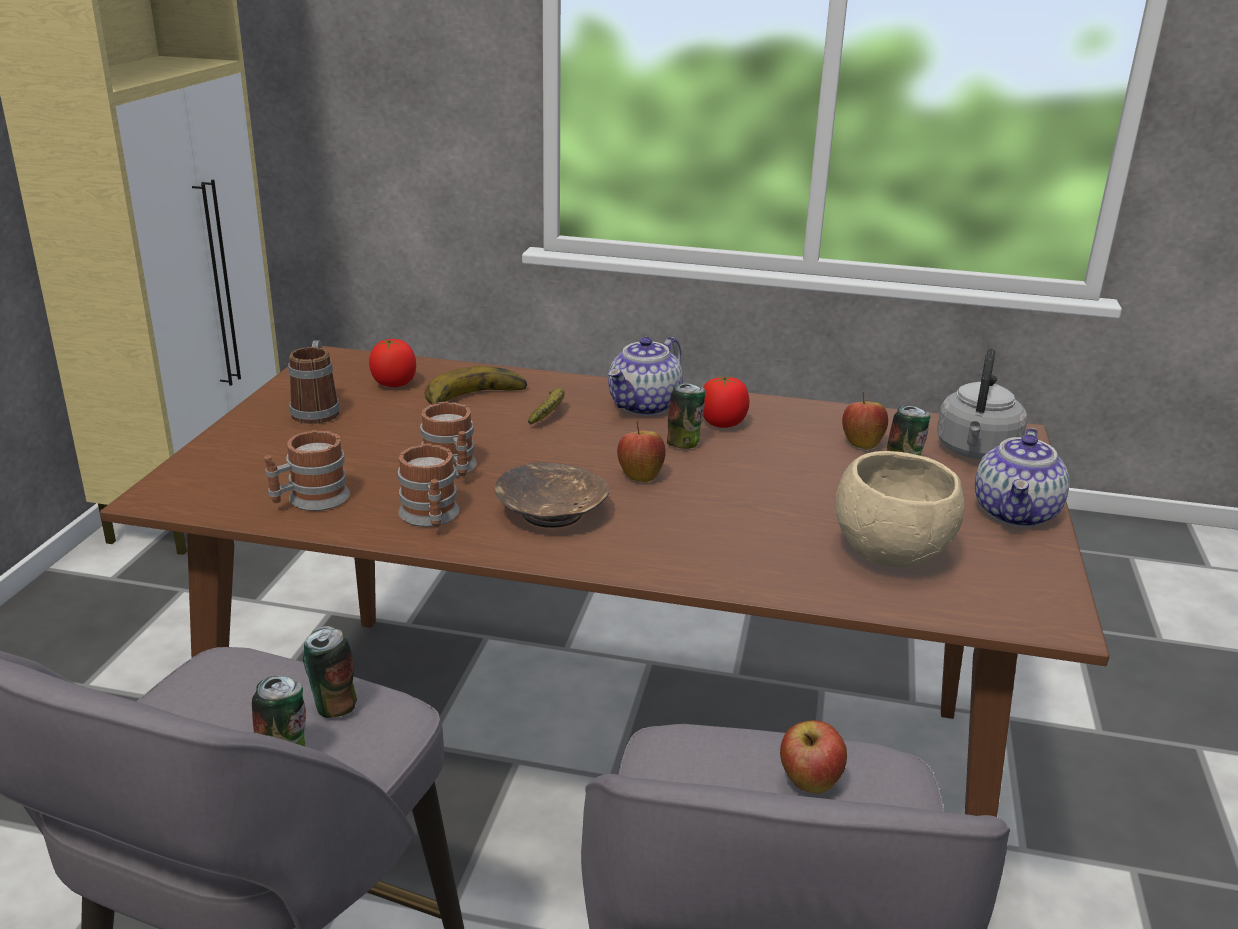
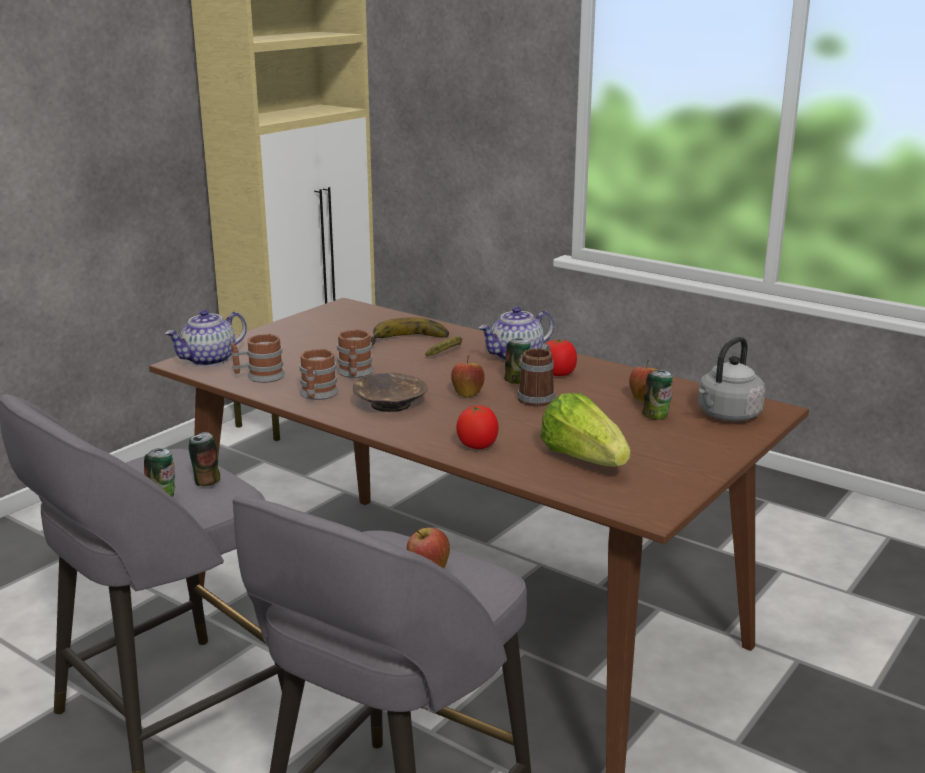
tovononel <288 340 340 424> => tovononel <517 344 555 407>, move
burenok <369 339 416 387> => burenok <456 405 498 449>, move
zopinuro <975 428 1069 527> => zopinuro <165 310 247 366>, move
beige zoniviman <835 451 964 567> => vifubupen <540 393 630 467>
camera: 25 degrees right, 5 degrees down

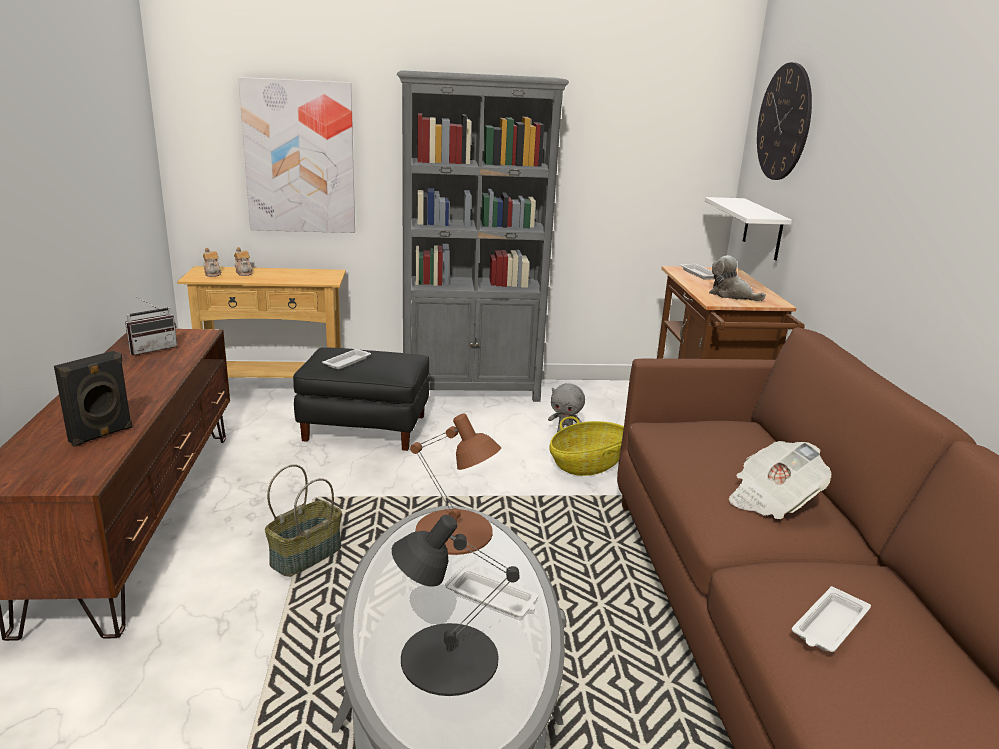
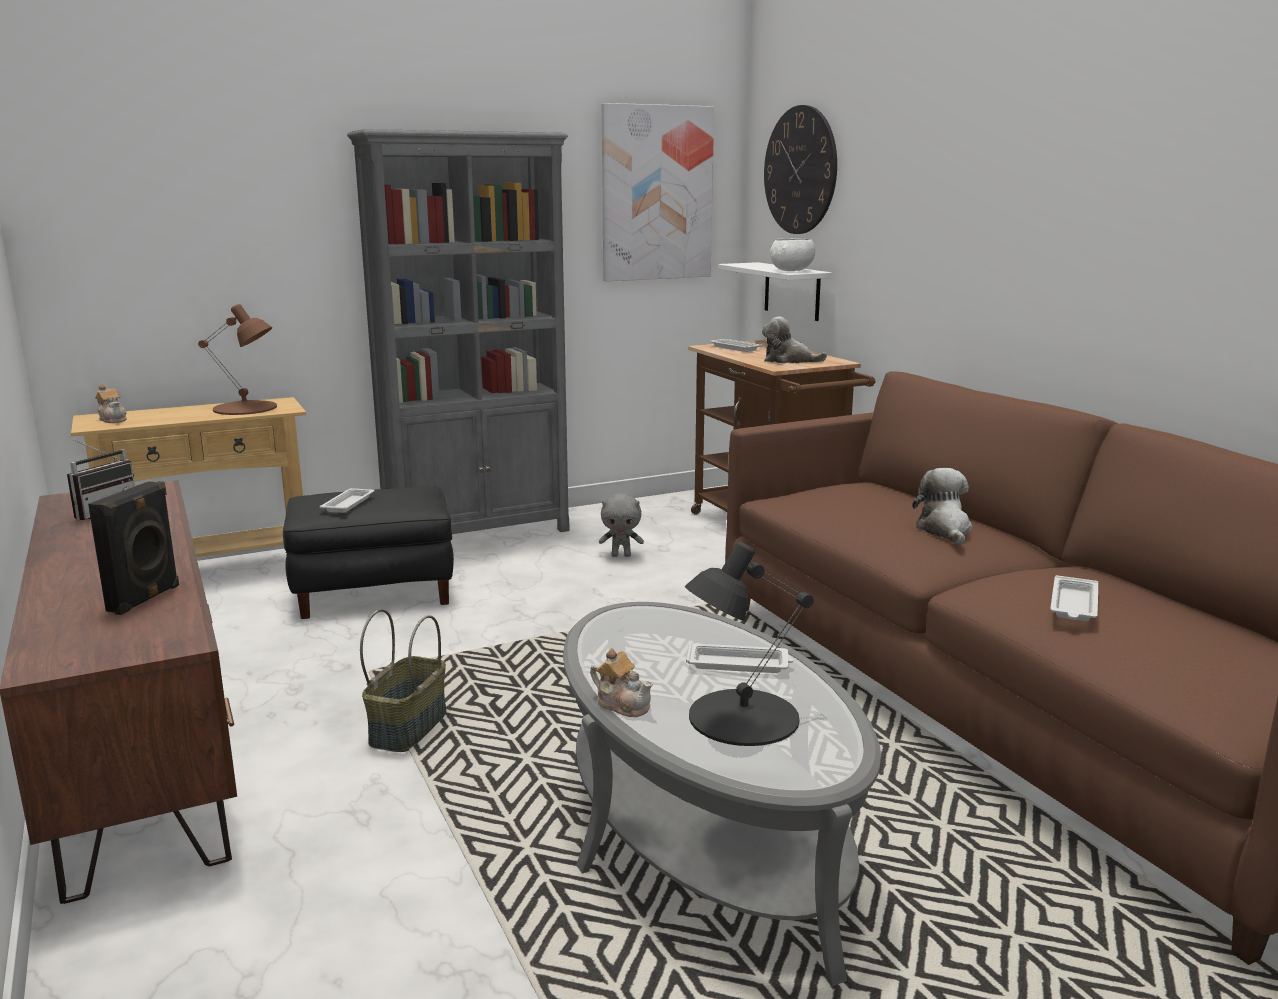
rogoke <549 416 624 476> => nothing
nothing => white zoniviman <770 238 815 271>
zopinuro <234 247 253 276> => zopinuro <590 648 653 717>, move
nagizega <238 77 355 233> => nagizega <602 103 714 281>, move
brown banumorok <410 413 501 555> => brown banumorok <198 304 277 415>, move
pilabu <729 441 831 519> => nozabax <912 468 972 545>
camera: 20 degrees left, 5 degrees down

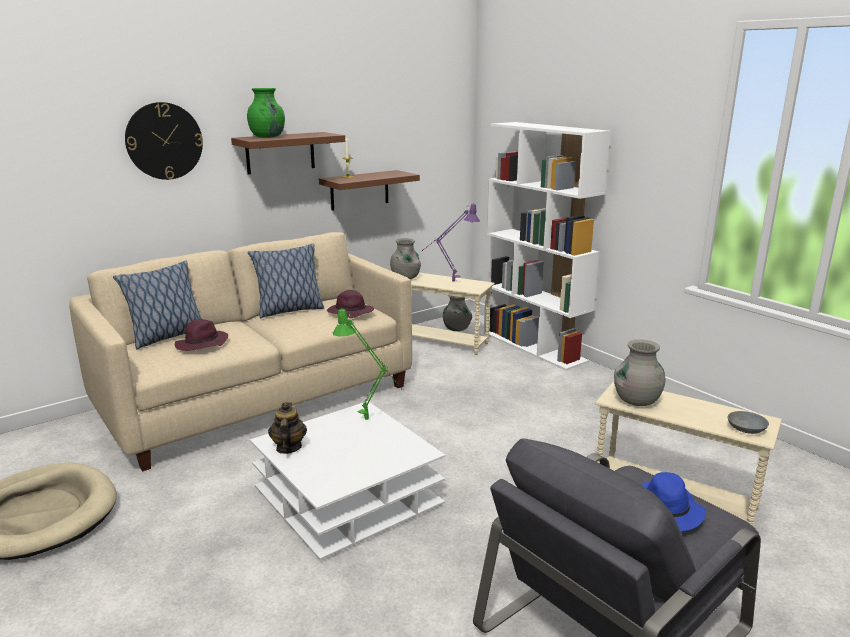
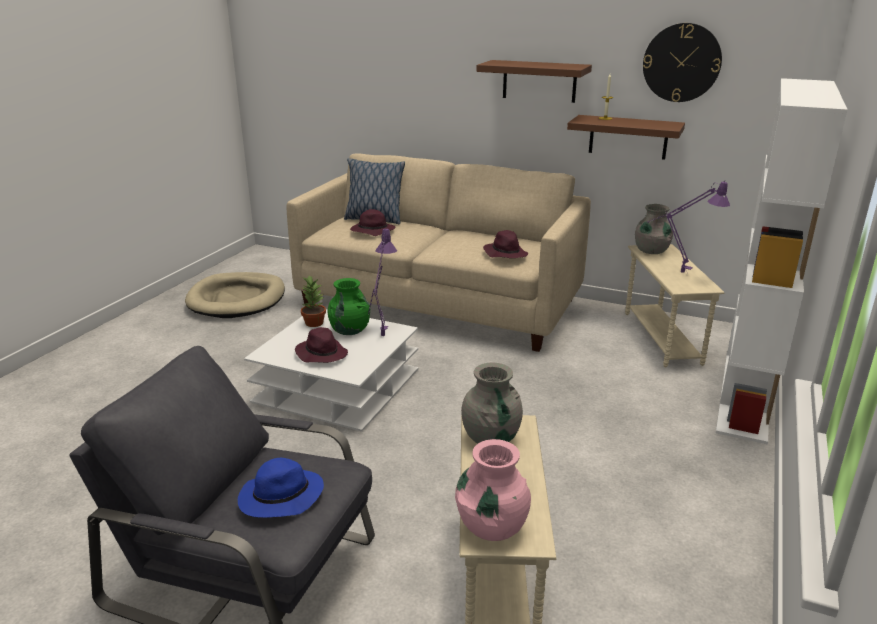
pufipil <248 244 324 318> => nothing
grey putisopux <443 295 472 331> => nothing
nothing => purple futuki <295 327 348 363>
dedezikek <125 102 203 180> => dedezikek <643 23 722 102>, move
green putisopux <247 88 285 138> => green putisopux <328 278 370 335>, move
zopinuro <268 402 307 454> => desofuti <301 275 326 327>
grey zoniviman <728 411 769 434> => pink putisopux <455 439 531 541>
green banumorok <333 308 404 420> => purple banumorok <368 229 397 336>
camera: 60 degrees right, 5 degrees up

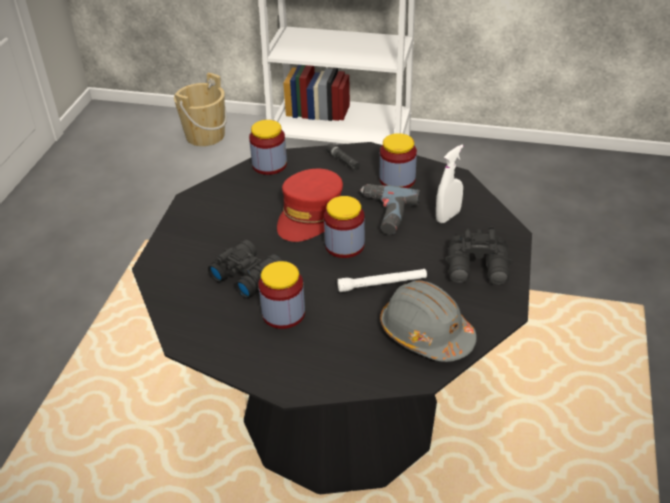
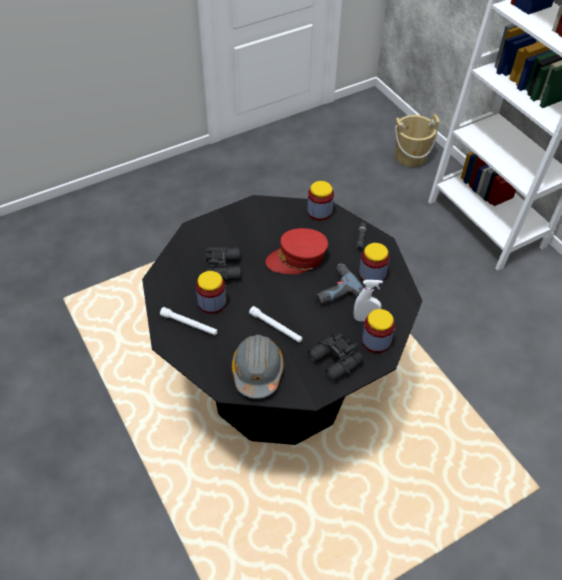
nothing => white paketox <160 307 218 336>
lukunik <324 196 365 258> => lukunik <362 309 395 353>, move
camera: 45 degrees right, 10 degrees up

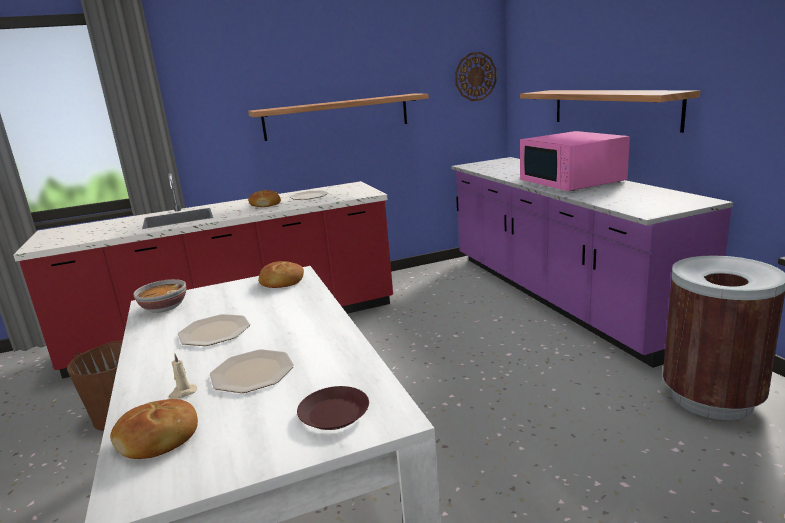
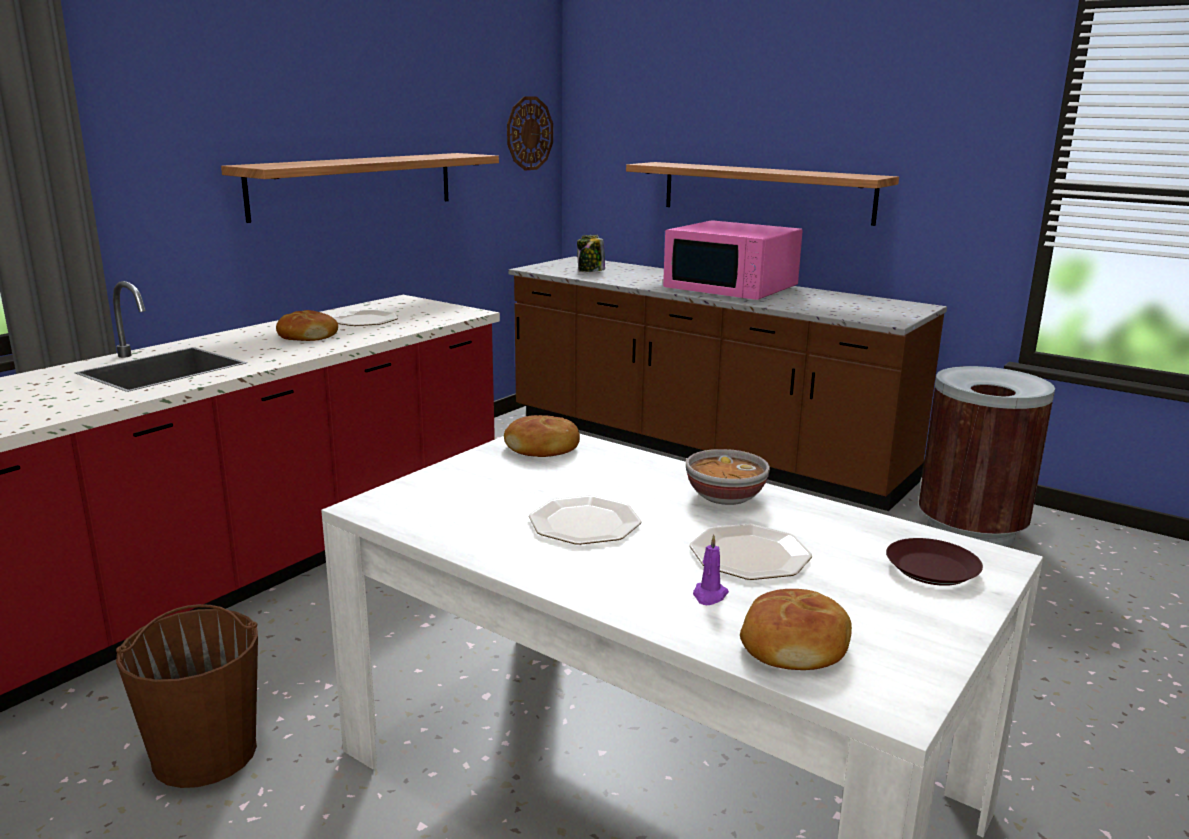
nothing => lukunik <577 235 605 272>
zoniviman <133 279 186 313> => zoniviman <686 449 770 505>, move
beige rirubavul <169 353 197 399> => purple rirubavul <693 534 729 605>
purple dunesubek <451 157 733 368> => brown dunesubek <508 256 947 511>
camera: 35 degrees left, 0 degrees up

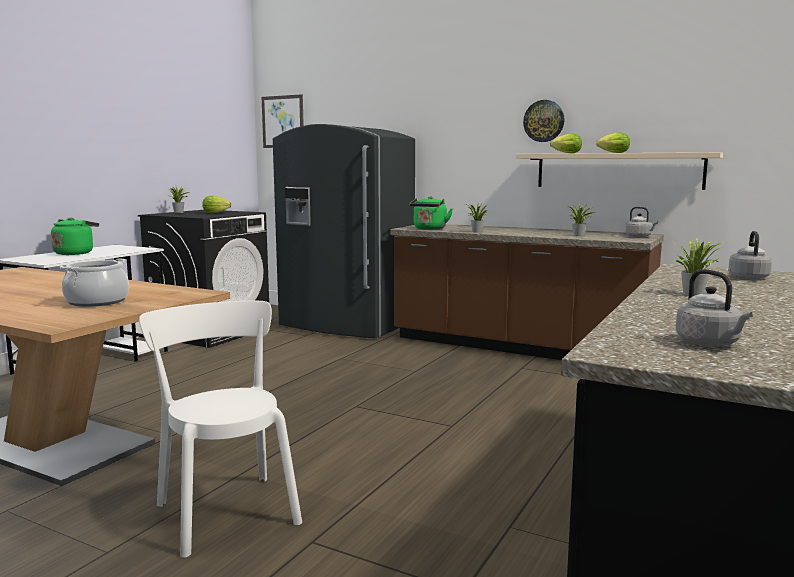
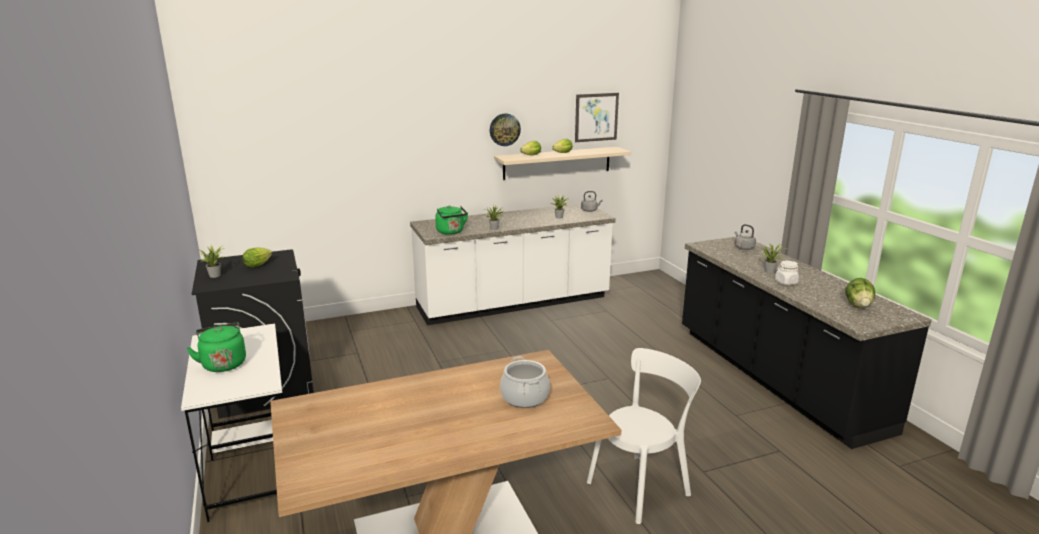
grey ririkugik <273 124 415 338> => nothing
nothing => white lukunik <775 261 799 285>
nagizega <262 94 304 148> => nagizega <575 93 619 142>, move
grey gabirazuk <676 269 753 346> => vifubupen <845 278 875 308>
brown dunesubek <391 224 664 360> => white dunesubek <410 204 616 325>
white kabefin <139 301 302 558> => white kabefin <587 348 701 524>, 135 degrees clockwise
camera: 50 degrees left, 10 degrees up

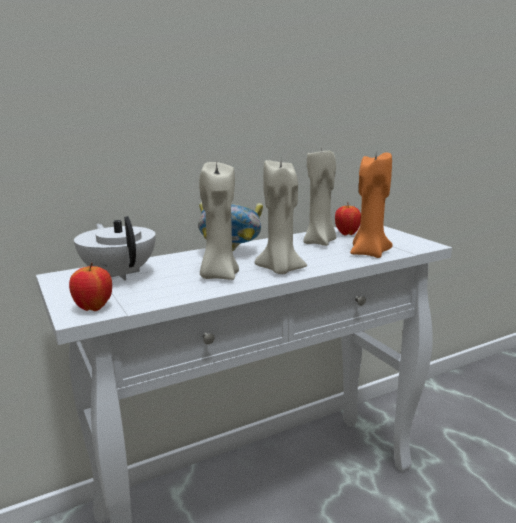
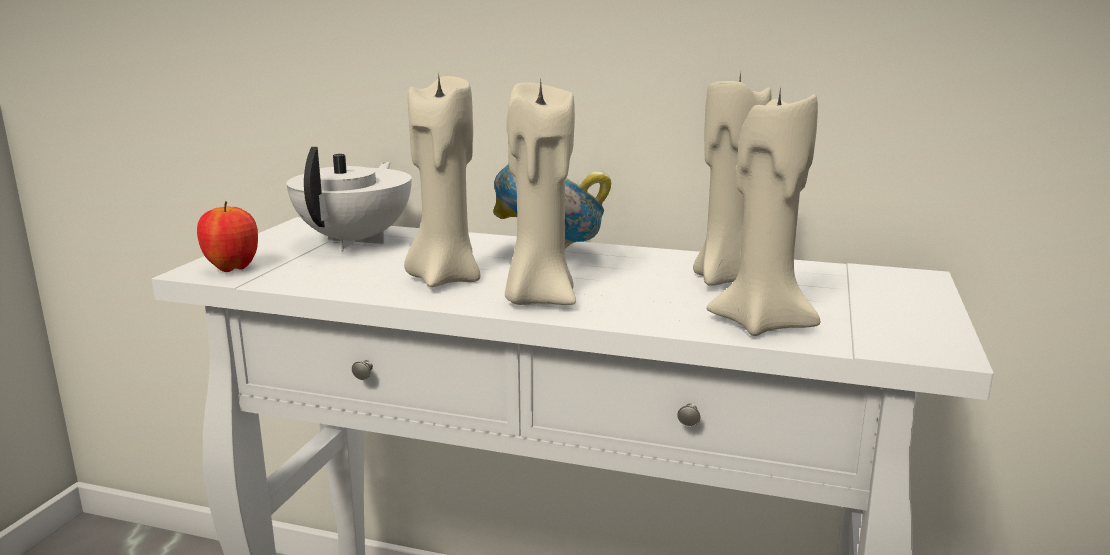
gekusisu <335 202 361 235> => nothing
orange rirubavul <350 152 392 258> => beige rirubavul <706 86 821 336>
camera: 45 degrees right, 0 degrees up

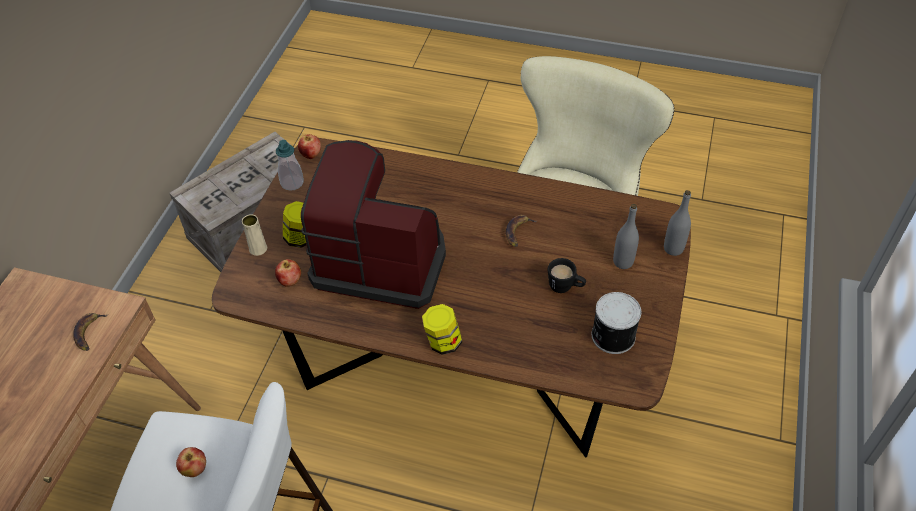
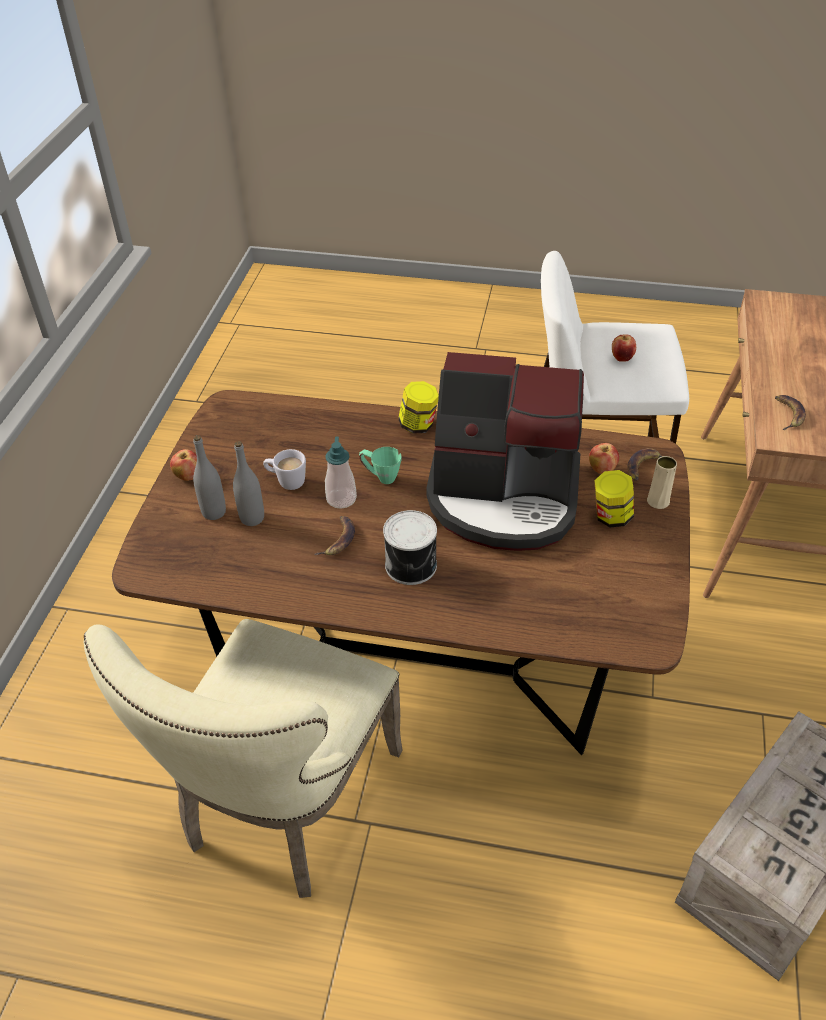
nothing => green tovononel <359 447 401 484>
nothing => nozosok <627 448 662 481>
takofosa <276 140 304 191> => takofosa <325 437 357 509>, move
gekusisu <298 134 321 159> => gekusisu <170 449 197 481>, move
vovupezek <592 292 641 354> => vovupezek <383 510 437 585>, move
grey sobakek <664 190 691 256> => grey sobakek <233 441 264 526>, move
black tovononel <548 258 586 293> => white tovononel <263 449 306 490>
camera: 175 degrees right, 5 degrees down

